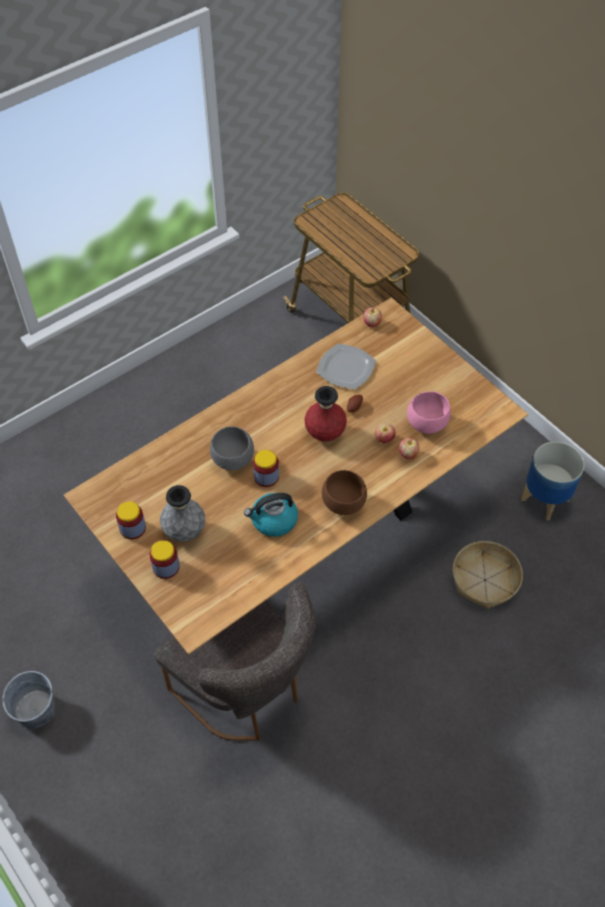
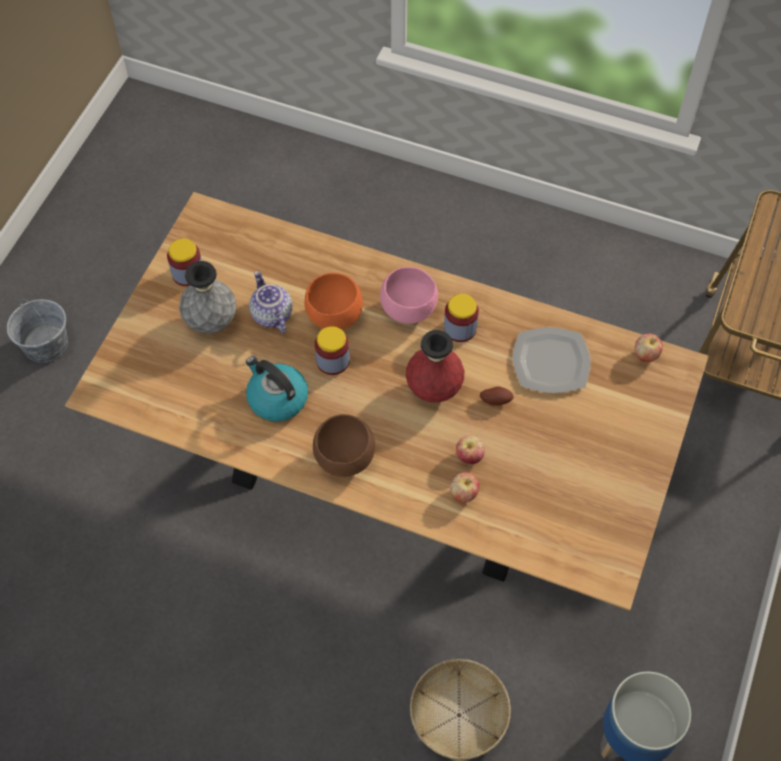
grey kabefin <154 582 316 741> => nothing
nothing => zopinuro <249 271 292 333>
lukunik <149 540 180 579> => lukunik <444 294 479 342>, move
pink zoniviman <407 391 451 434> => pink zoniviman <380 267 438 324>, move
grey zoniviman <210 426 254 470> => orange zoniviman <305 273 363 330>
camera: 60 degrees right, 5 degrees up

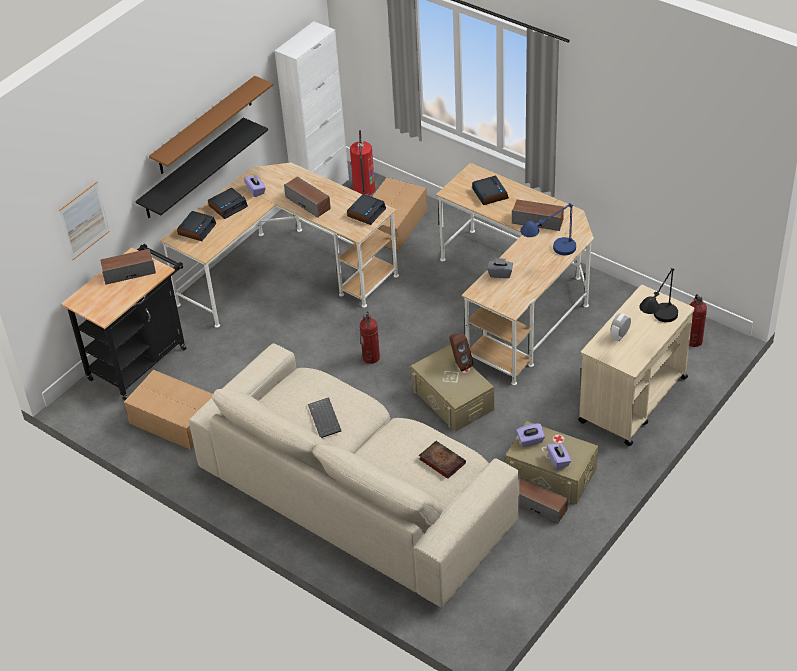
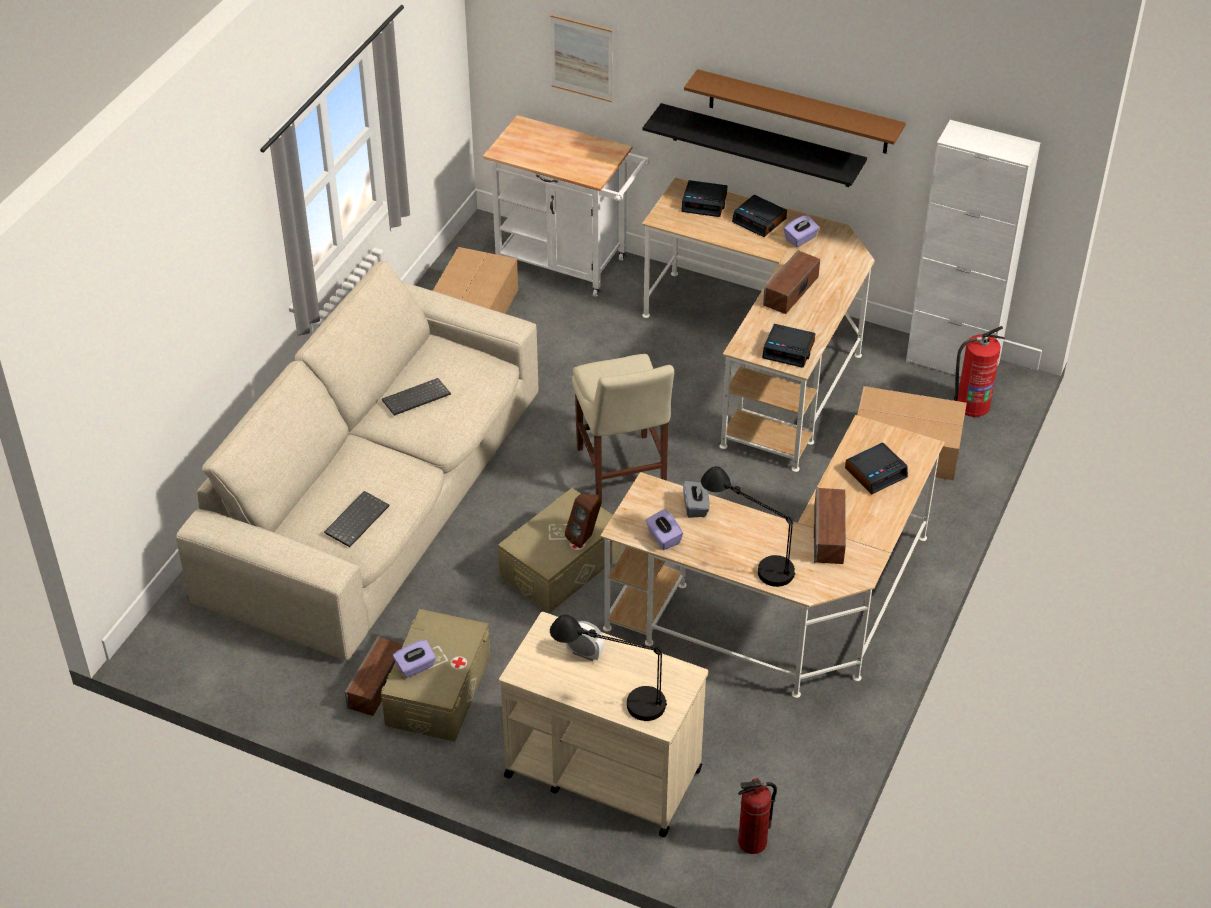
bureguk <100 249 156 285> => nothing
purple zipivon <516 424 545 447> => purple zipivon <645 509 683 550>, move
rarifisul <360 311 380 364> => beige kabefin <572 354 674 499>
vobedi <419 441 466 479> => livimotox <324 491 389 547>
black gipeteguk <61 244 187 401> => white gipeteguk <483 115 650 297>
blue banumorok <520 203 576 255> => black banumorok <701 466 795 587>
camera: 75 degrees right, 0 degrees up

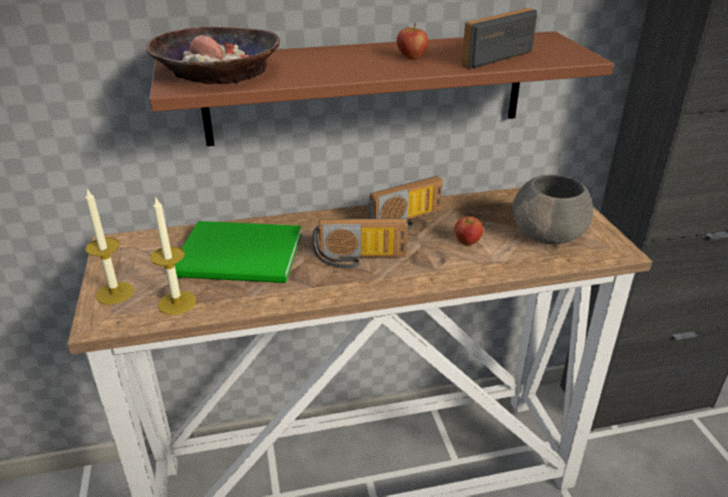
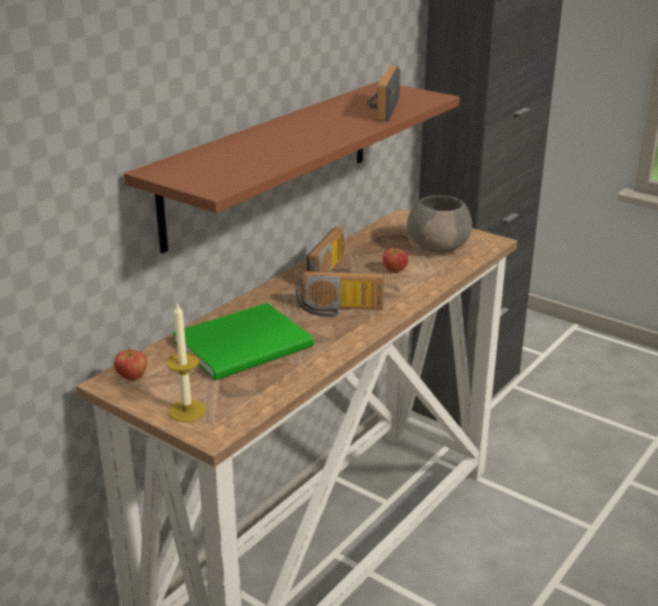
zoniviman <146 26 280 84> => nothing
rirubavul <150 196 196 315> => nothing
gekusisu <397 23 428 59> => gekusisu <114 347 147 380>, move
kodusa <312 218 407 268> => kodusa <296 271 384 317>, 45 degrees clockwise
camera: 40 degrees left, 5 degrees down

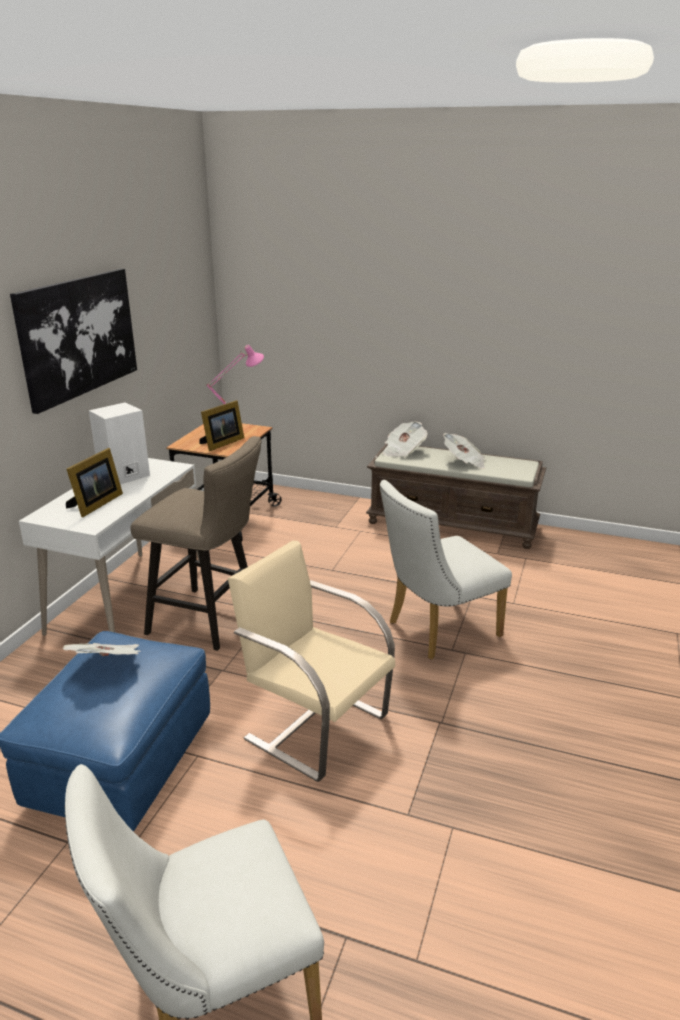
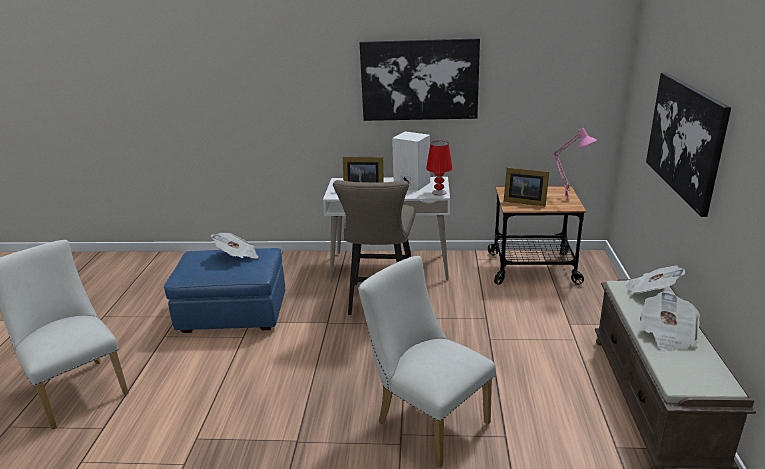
beige kabefin <228 541 395 782> => nothing
nothing => red banumorok <426 141 452 196>
nothing => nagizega <646 72 731 217>
camera: 75 degrees right, 0 degrees up

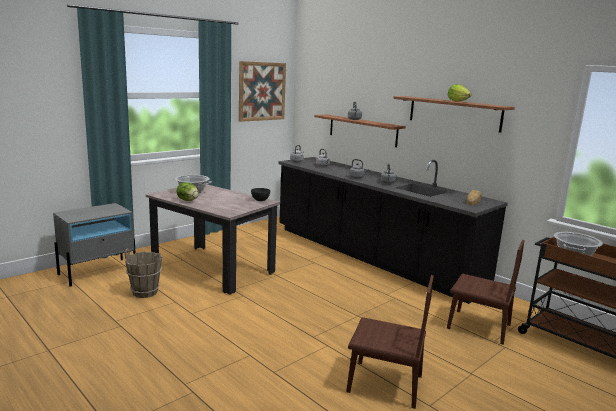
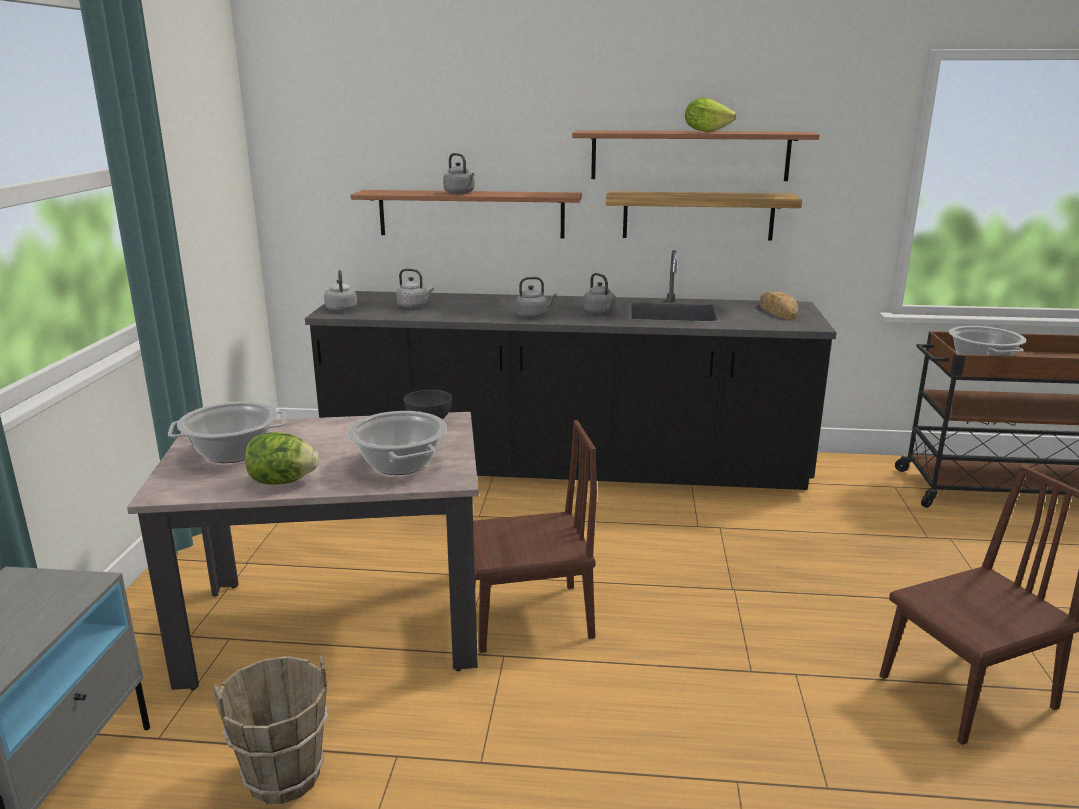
nagizega <239 61 286 122> => nothing
nothing => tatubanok <348 411 447 475>
nothing => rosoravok <606 191 802 241>
brown kabefin <447 240 525 345> => brown kabefin <473 420 597 653>, move
camera: 40 degrees left, 5 degrees up

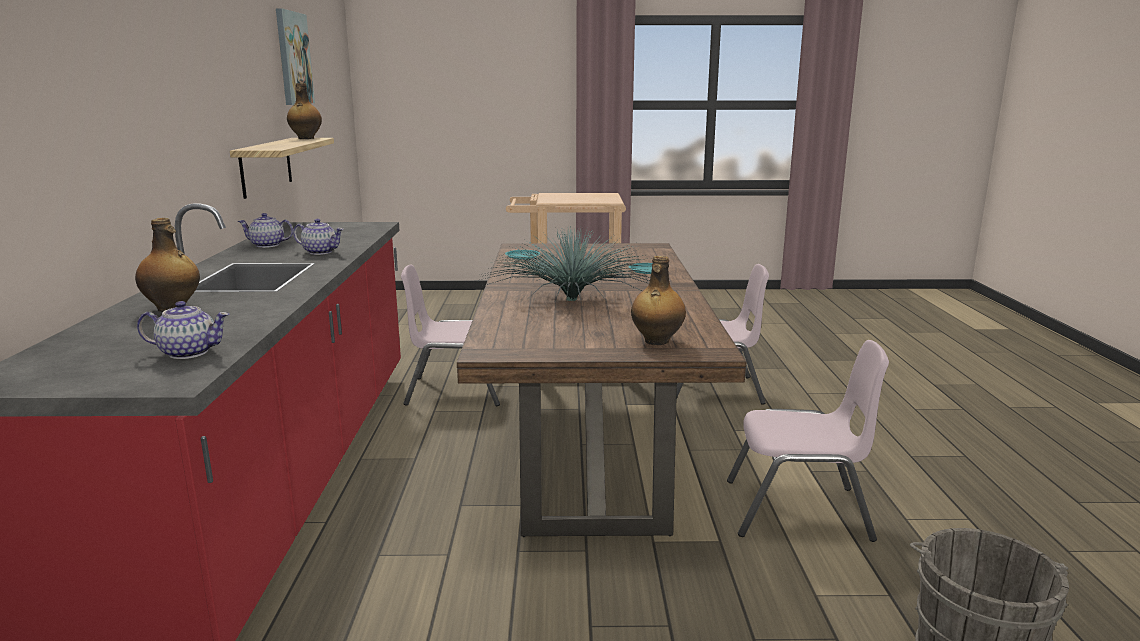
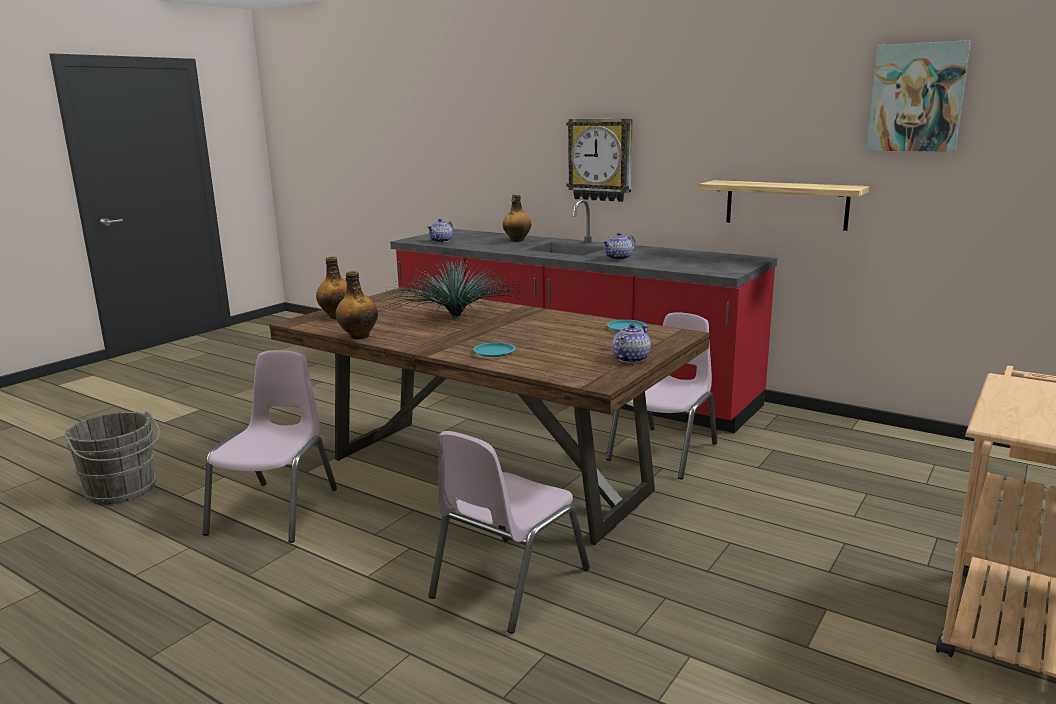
nothing => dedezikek <566 119 632 202>
zopinuro <238 213 294 248> => zopinuro <612 323 651 363>, move
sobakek <287 83 322 139> => sobakek <335 271 378 339>, move
pink kabefin <727 340 889 542> => pink kabefin <203 350 337 543>, 150 degrees clockwise
camera: 125 degrees right, 0 degrees up

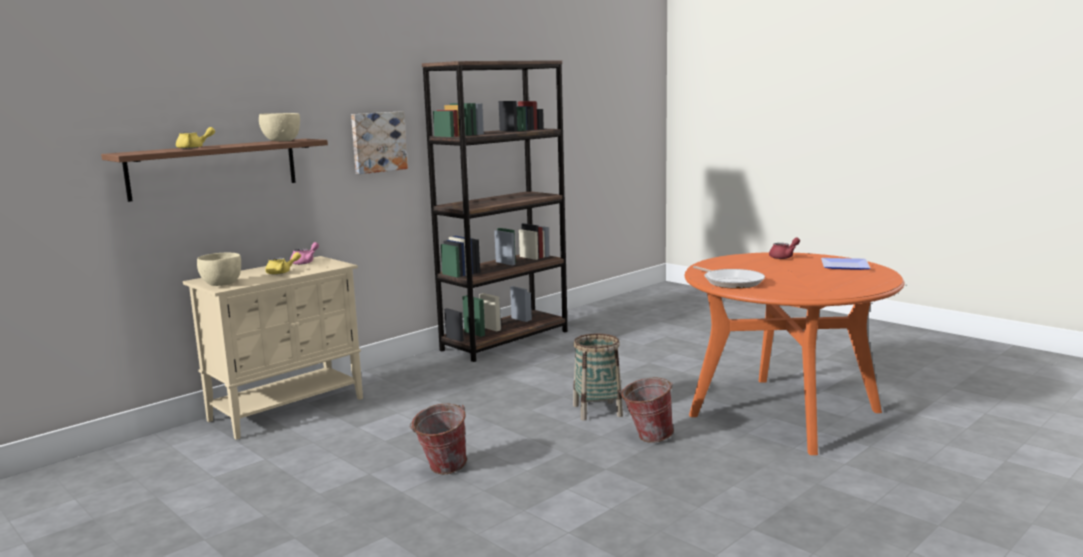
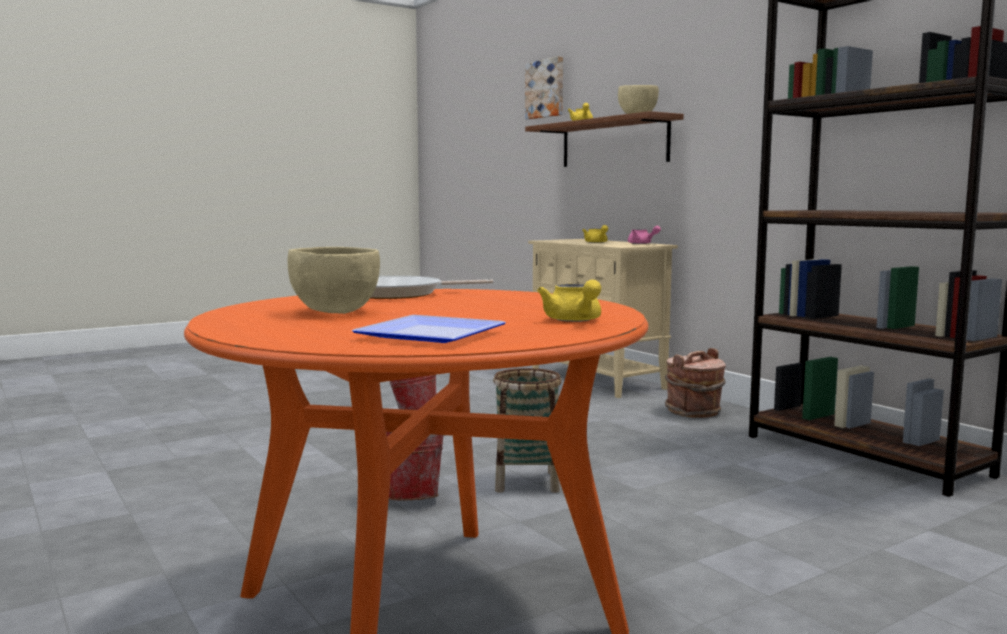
nothing => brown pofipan <665 348 726 418>
beige zoniviman <197 253 241 286> => beige zoniviman <288 247 380 314>, move
nagizega <351 112 408 174> => nagizega <525 56 563 120>, move
red zopinuro <769 238 800 259> => yellow zopinuro <537 279 601 322>
camera: 100 degrees right, 5 degrees down

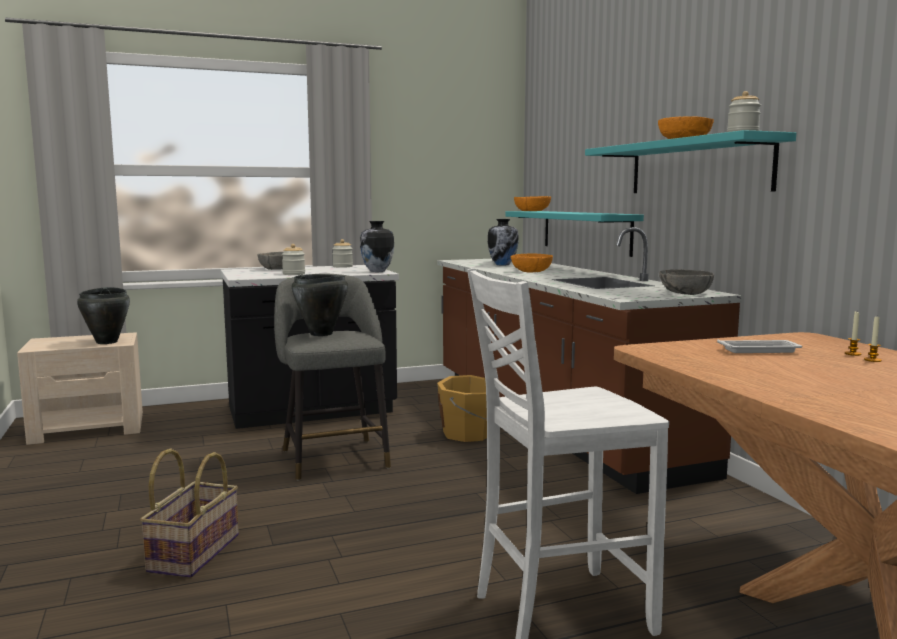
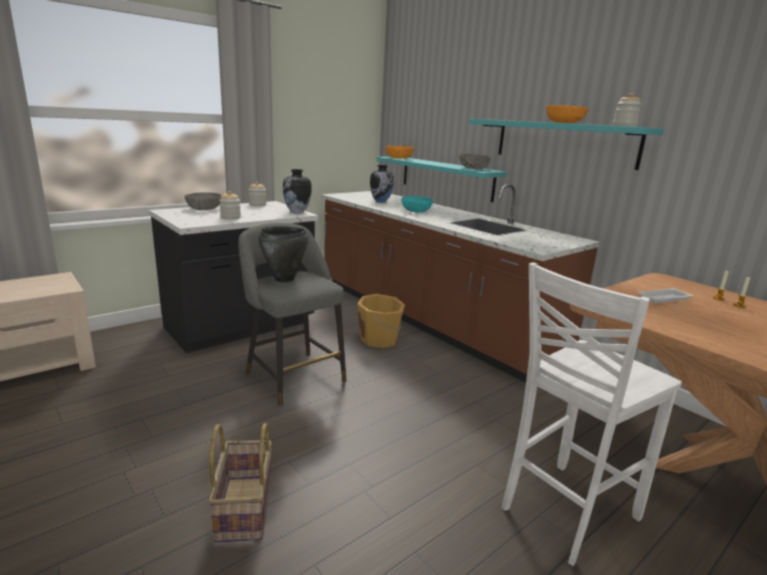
black tatubanok <77 287 130 344> => nothing
grey zoniviman <659 269 714 295> => grey zoniviman <459 154 491 169>, move
orange zoniviman <511 254 553 273> => turquoise zoniviman <401 196 433 213>
camera: 20 degrees left, 10 degrees up

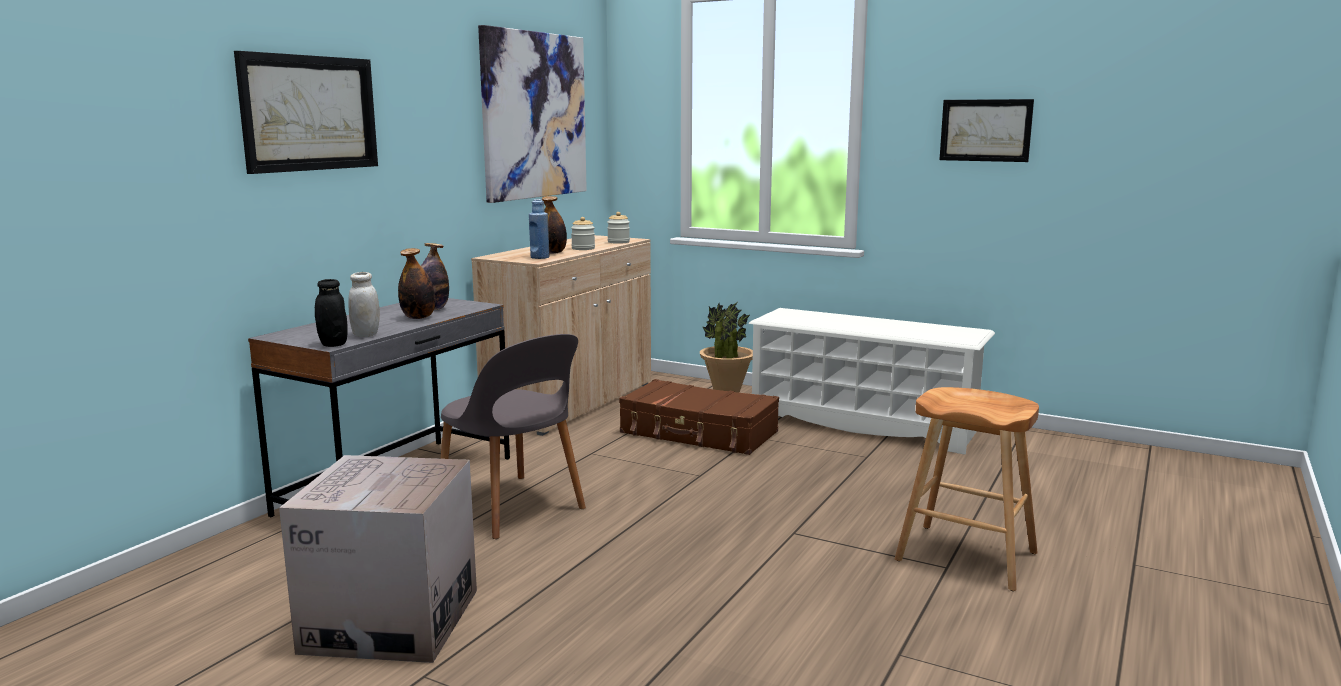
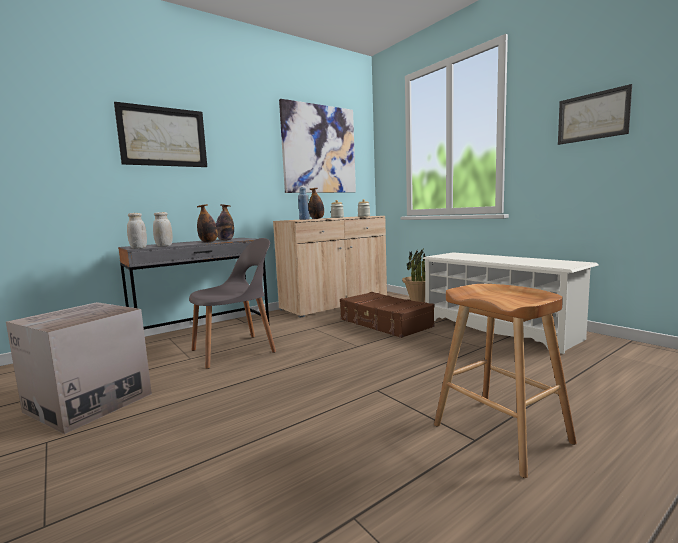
black lukunik <315 279 348 347> => white lukunik <127 213 147 249>
grey kabefin <440 334 586 539> => grey kabefin <189 238 276 369>, 105 degrees counterclockwise
camera: 25 degrees right, 5 degrees down

